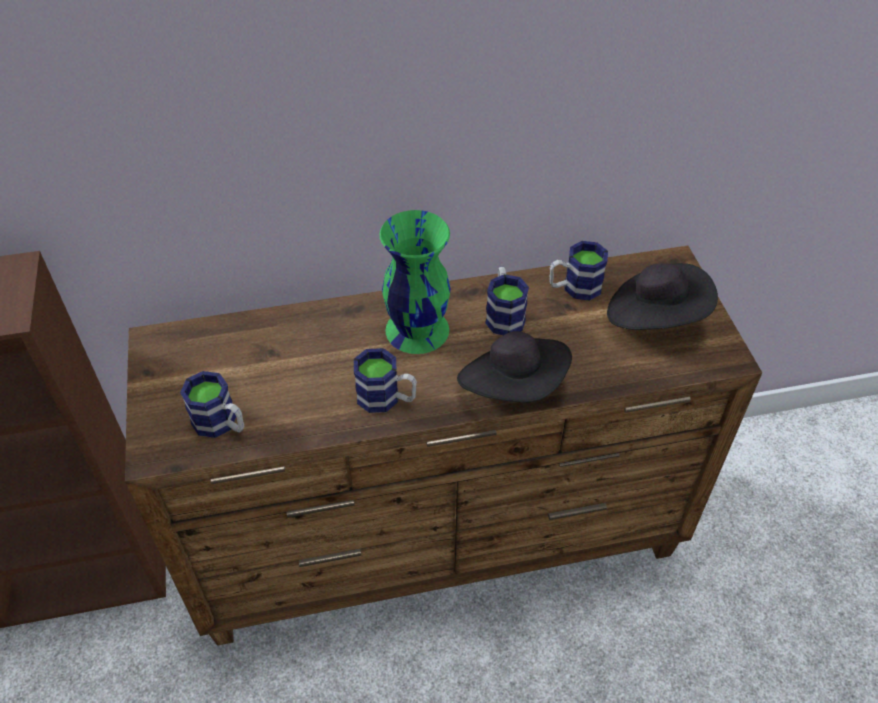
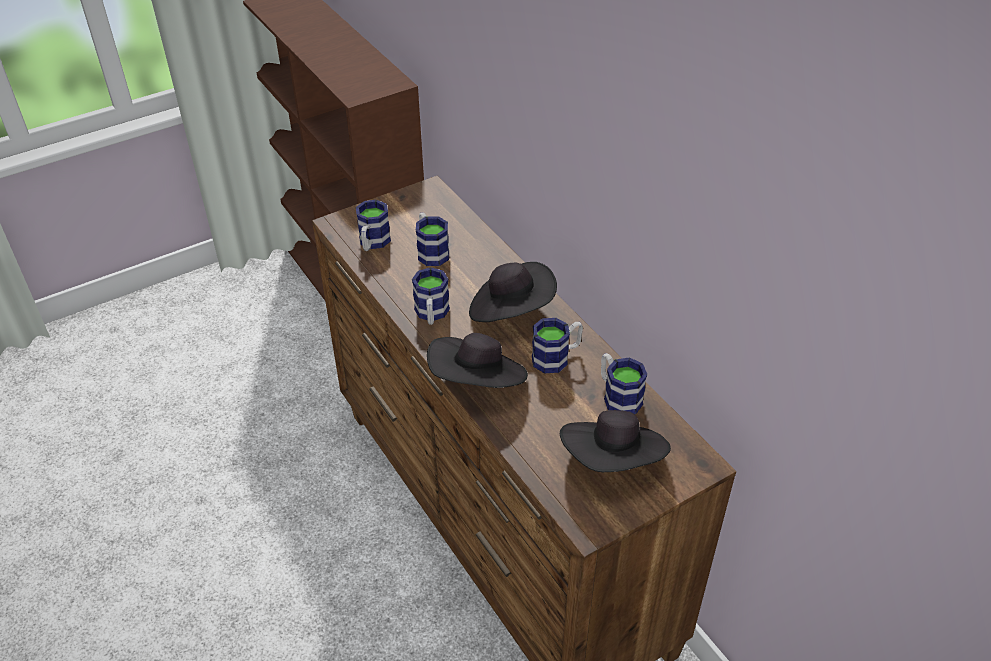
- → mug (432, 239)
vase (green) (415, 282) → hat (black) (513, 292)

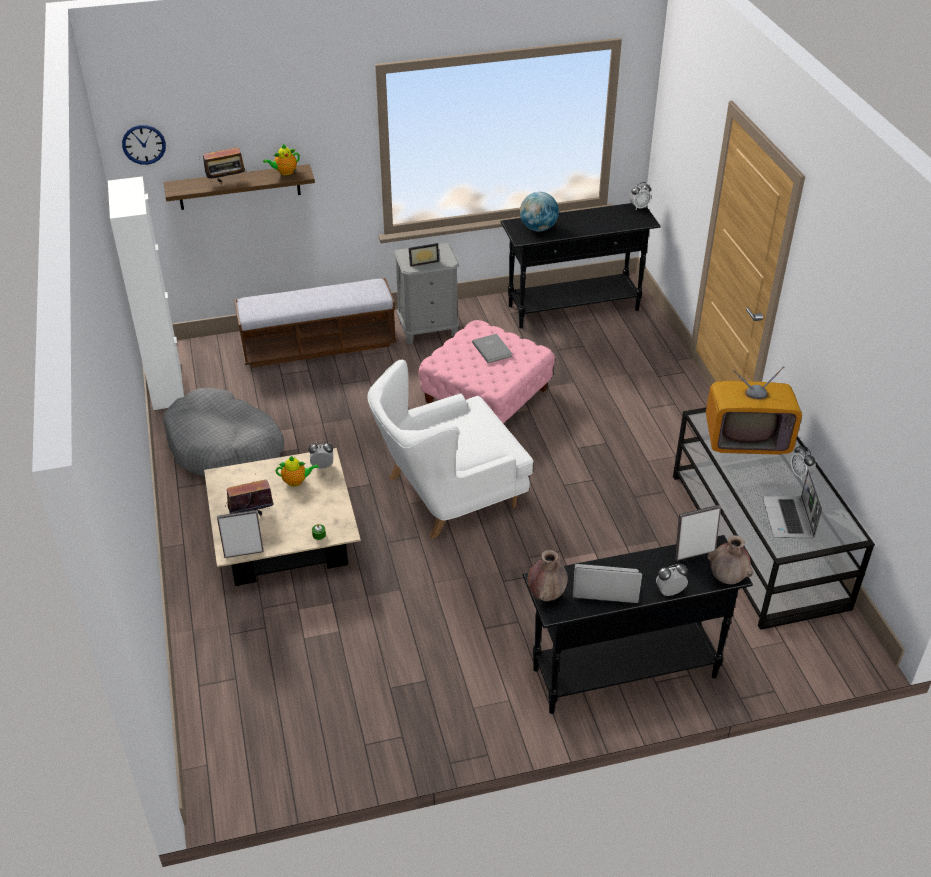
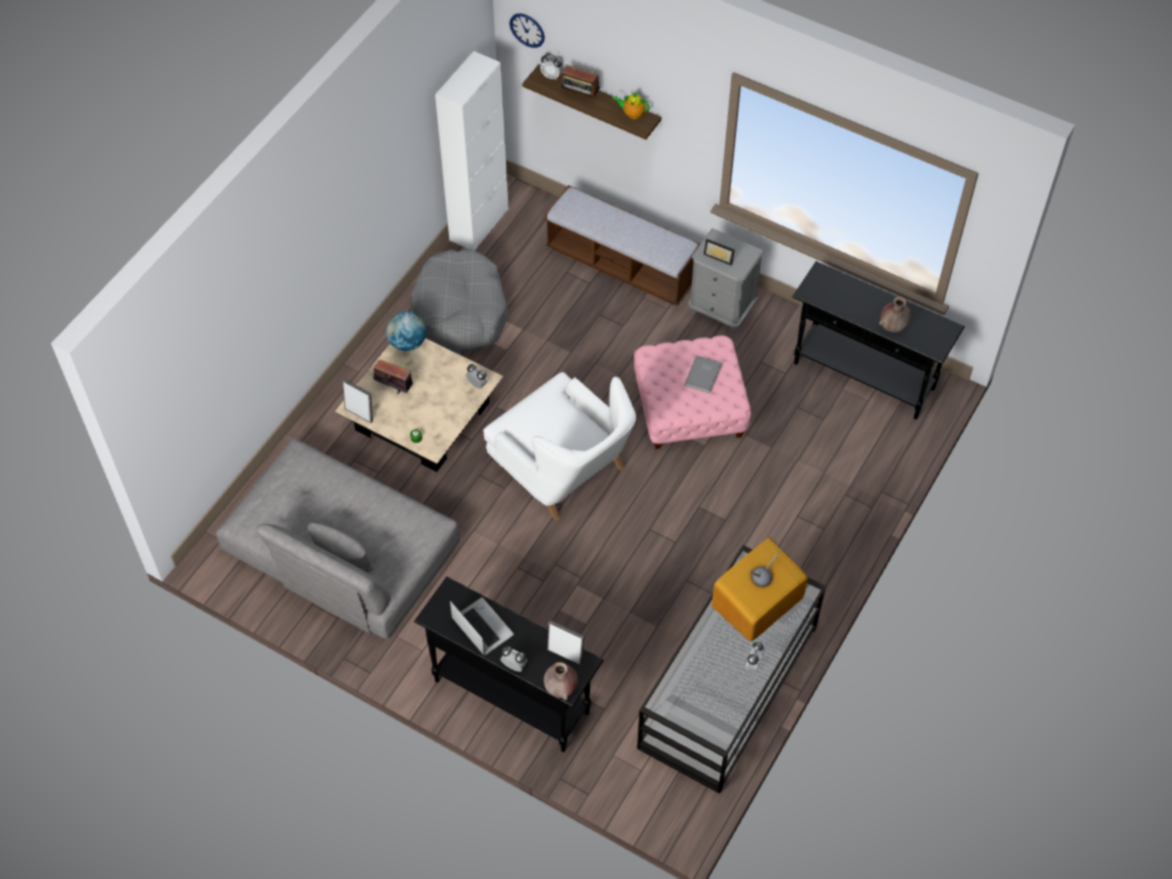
teapot (297, 471) → -
laptop (792, 503) → -
- → sofa (grey) (338, 538)
globe (539, 211) → globe (406, 331), move
vase (brown) (548, 575) → vase (brown) (895, 315), move
alarm clock (640, 195) → alarm clock (551, 67), move
armchair (white) (450, 449) → armchair (white) (559, 446), 150 degrees counterclockwise
television (754, 410) → television (760, 589), 90 degrees clockwise

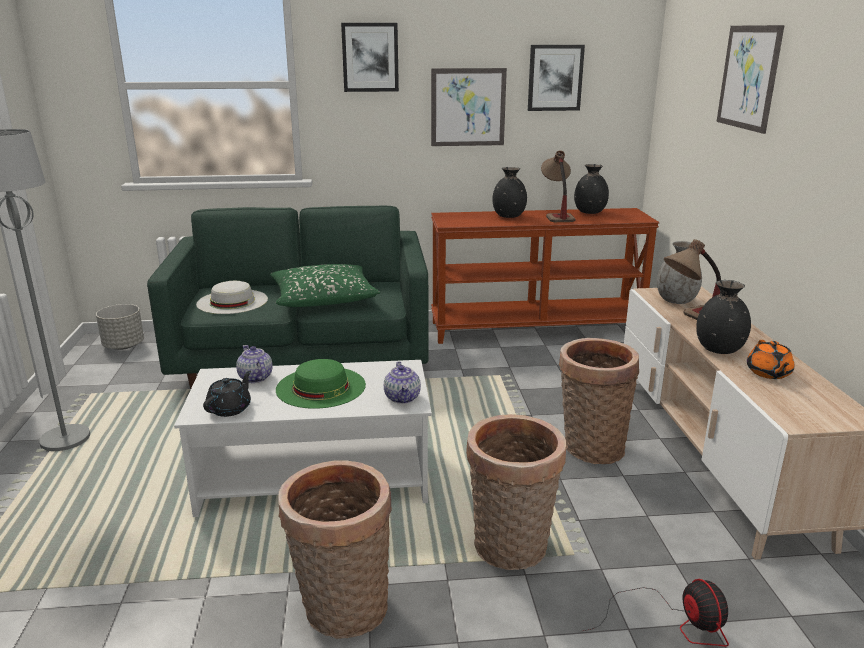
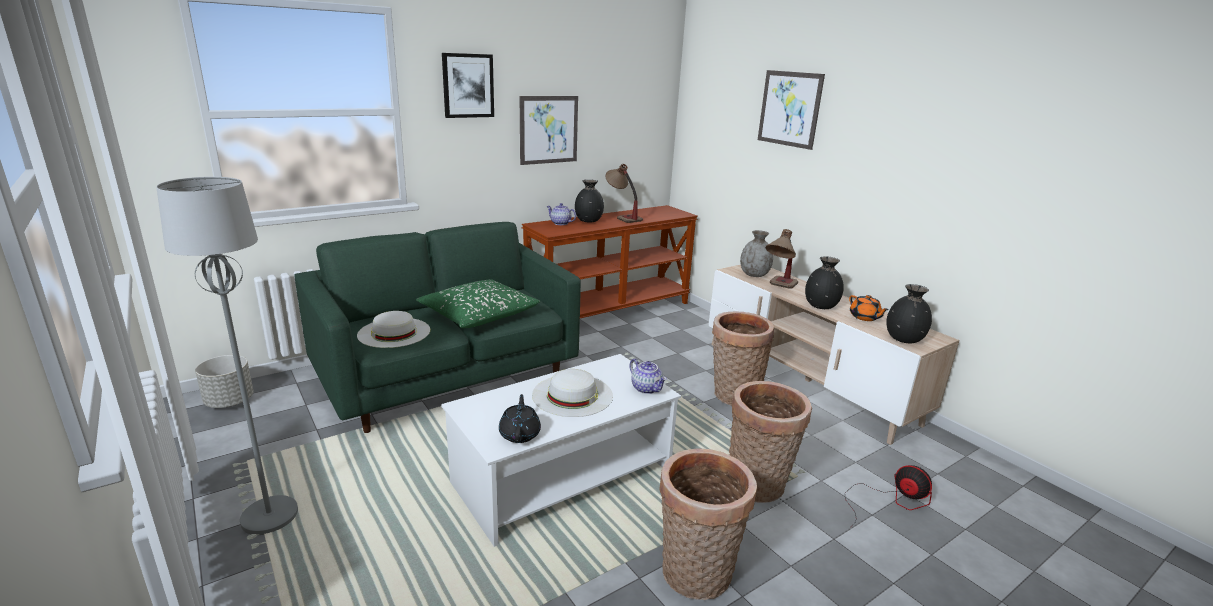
picture (556, 78) → -
teapot (254, 364) → teapot (561, 214), move
vase (black) (591, 189) → vase (black) (909, 313), move
hat (green) (321, 384) → hat (white) (572, 393)

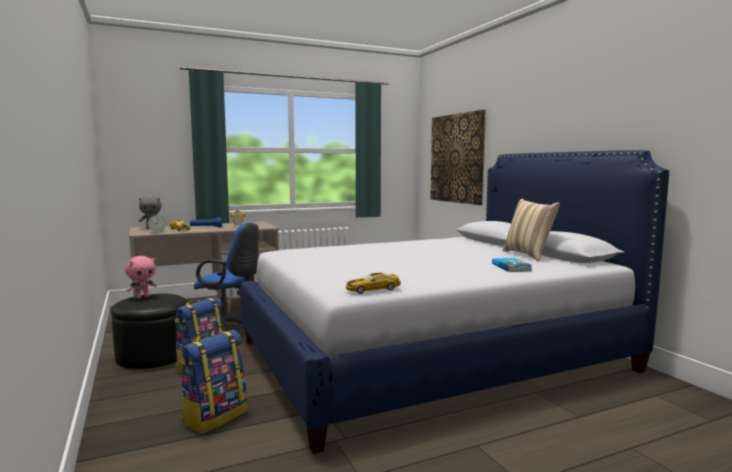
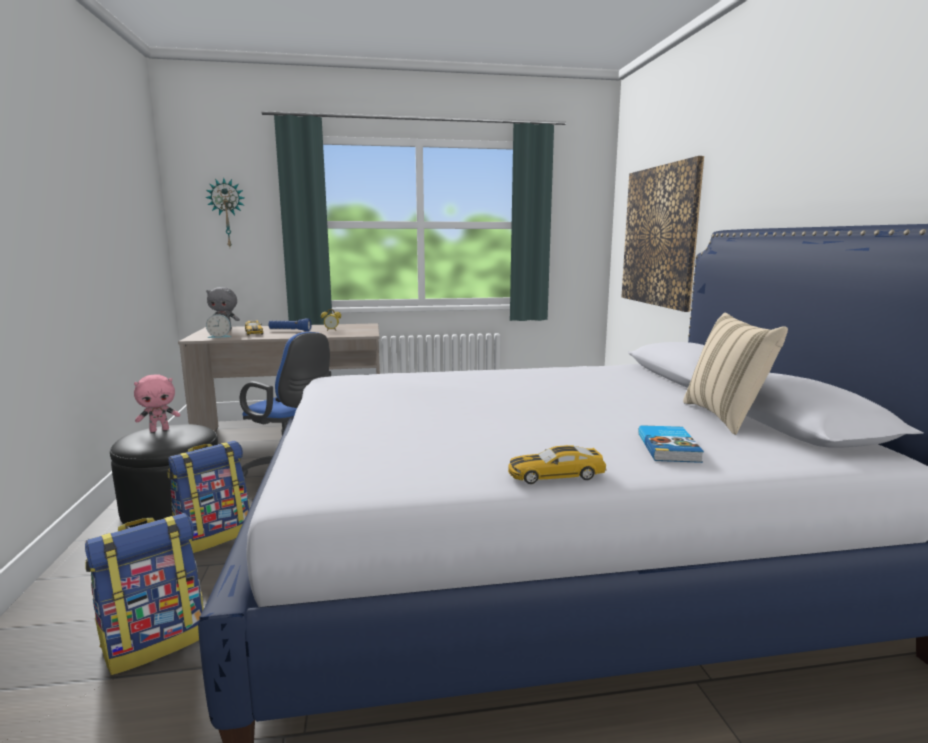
- → wall clock (224, 212)
toy car (373, 283) → toy car (557, 464), move

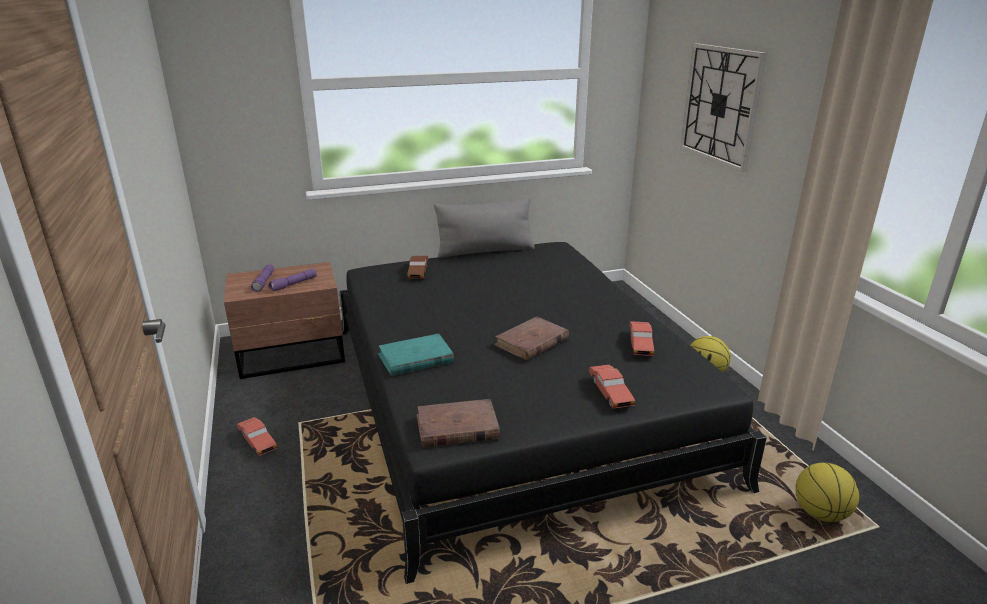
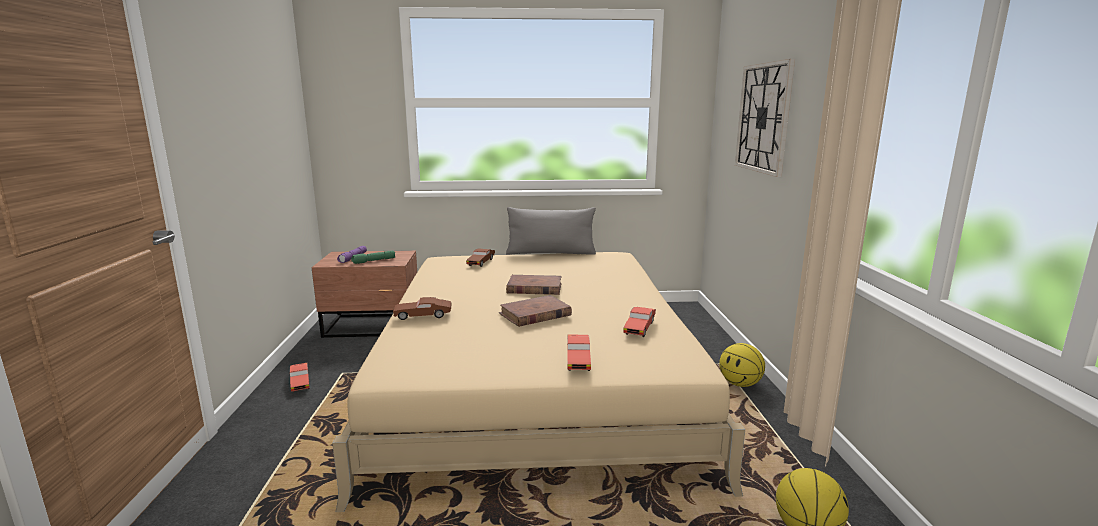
book (brown) (458, 423) → book (brown) (534, 285), move
book (turquoise) (416, 354) → toy car (brown) (422, 308)
flashlight (purple) (292, 280) → flashlight (green) (373, 257)
bed (black) (553, 413) → bed (beige) (538, 382)

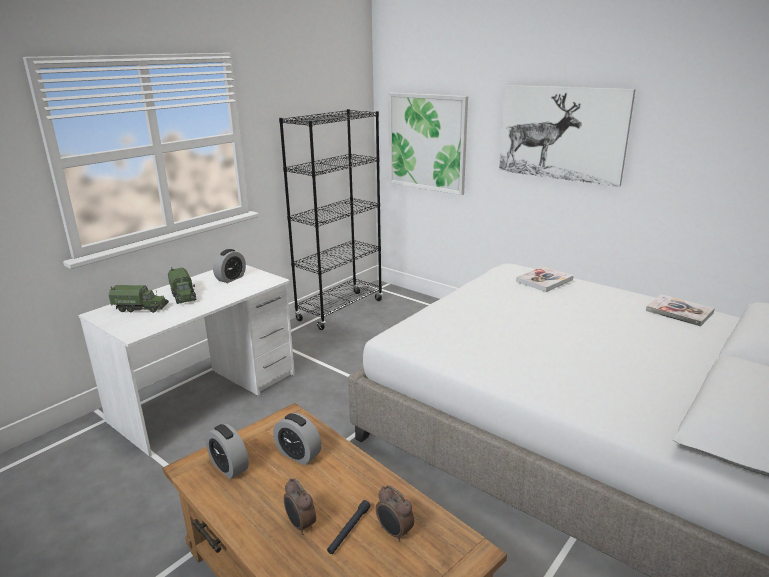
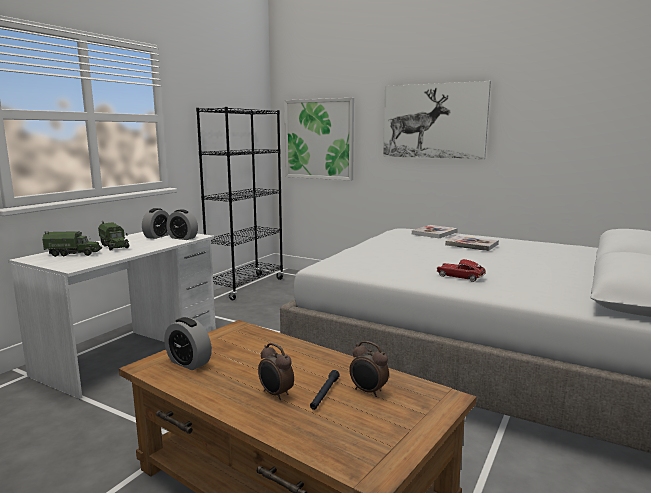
- → toy car (461, 270)
alarm clock (297, 439) → alarm clock (182, 224), move
book (680, 310) → book (472, 243), move

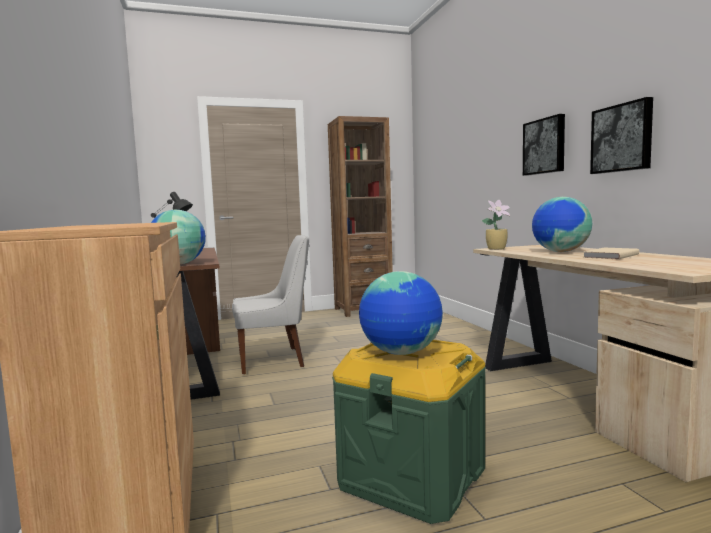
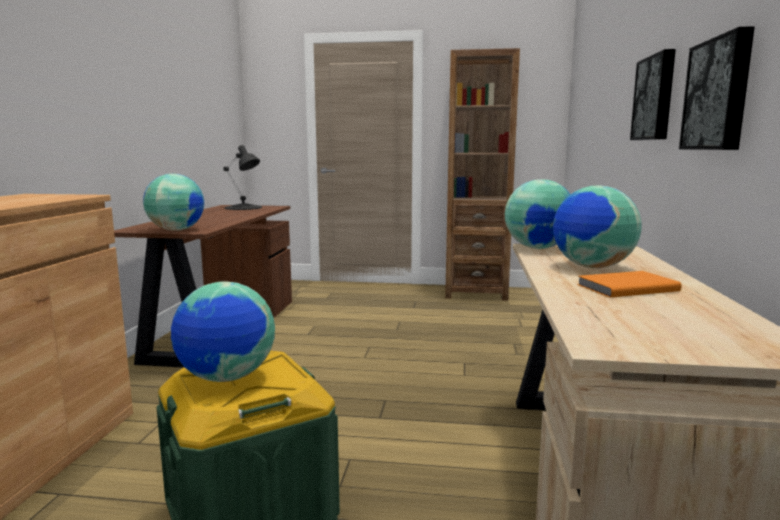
chair (white) (270, 304) → -
potted plant (496, 225) → globe (538, 214)
book (beige) (611, 253) → book (orange) (629, 284)

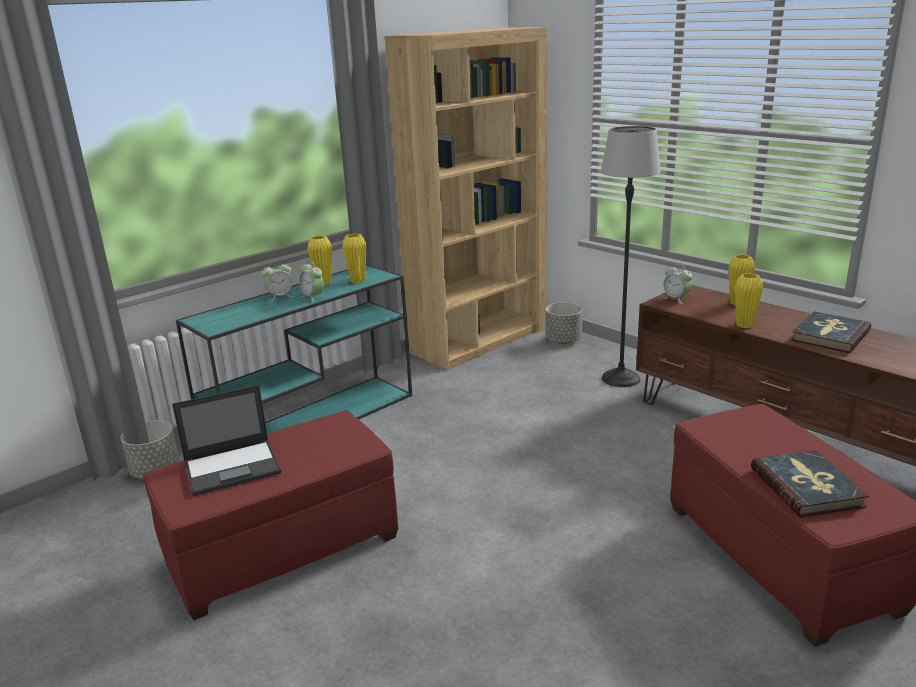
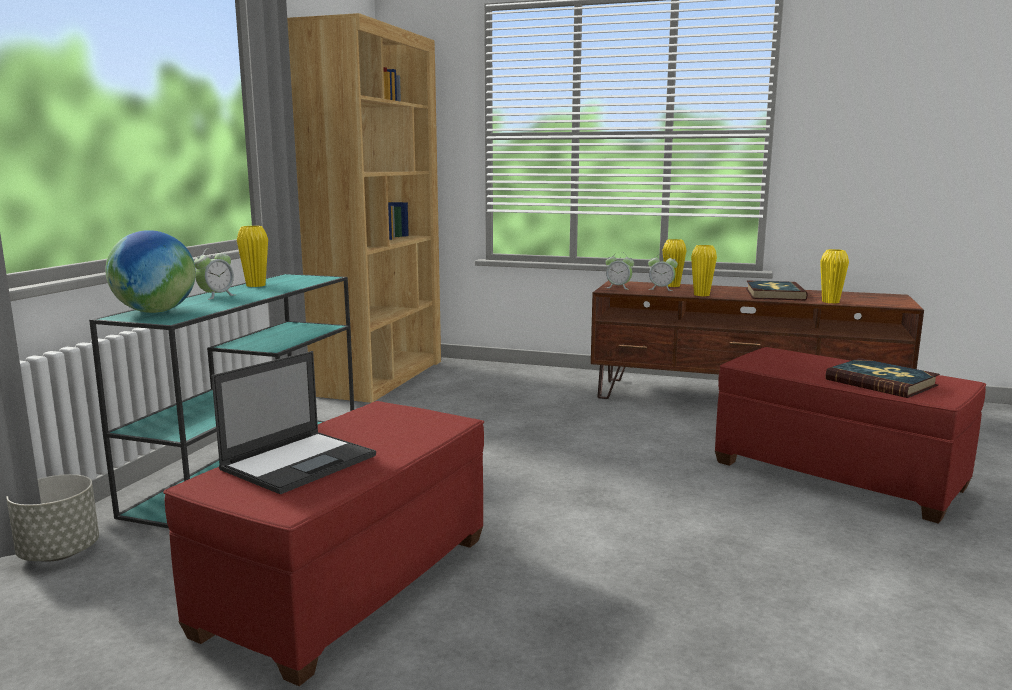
planter (grey) (564, 323) → -
floor lamp (631, 256) → -
- → globe (150, 271)
alarm clock (311, 281) → alarm clock (663, 272), move
vase (yellow) (354, 258) → vase (yellow) (834, 276), move

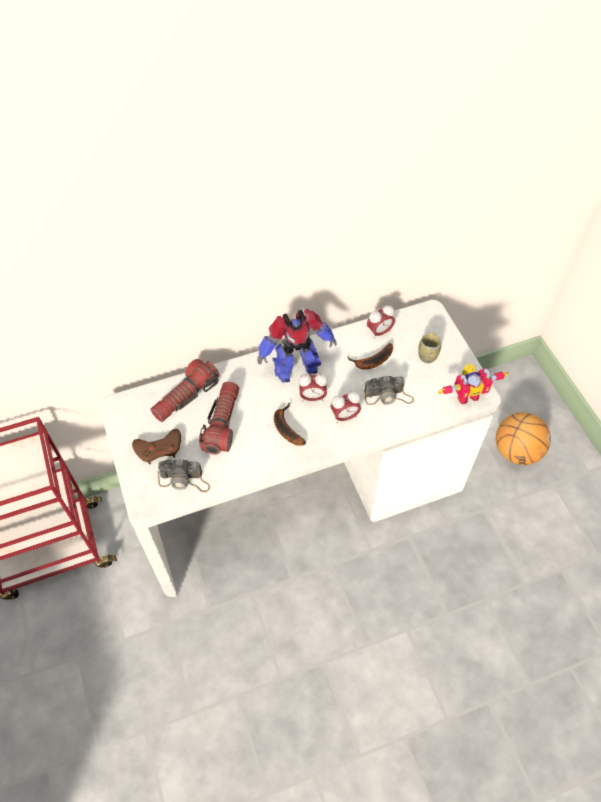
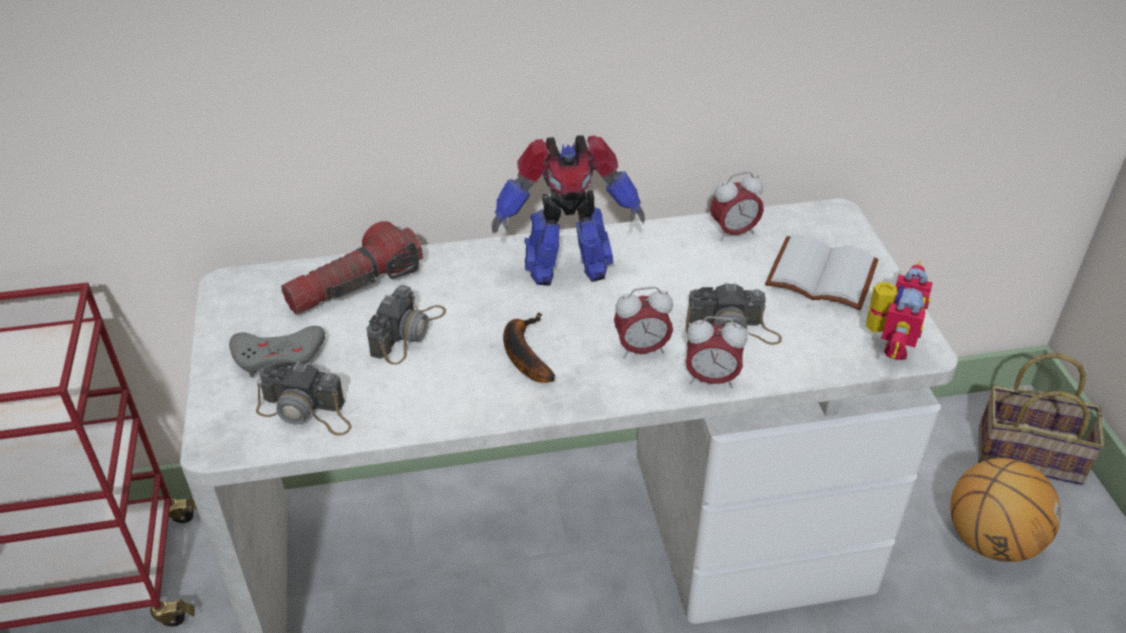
banana (370, 356) → -
- → basket (1041, 419)
alarm clock (313, 387) → alarm clock (716, 352), move
flashlight (219, 418) → photo camera (406, 325)
cup (429, 347) → book (white) (821, 272)
game controller (brown) (156, 446) → game controller (grey) (277, 351)
toy robot (473, 384) → toy robot (899, 310), 60 degrees counterclockwise

